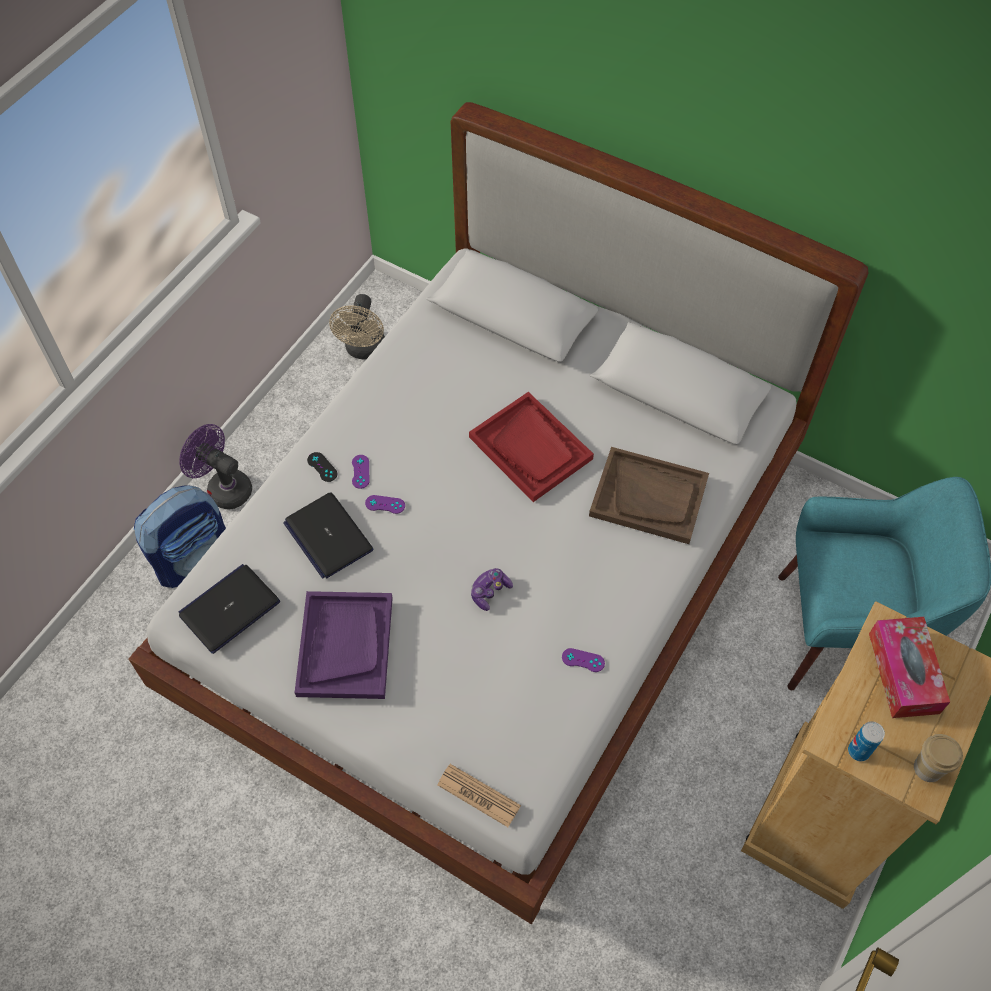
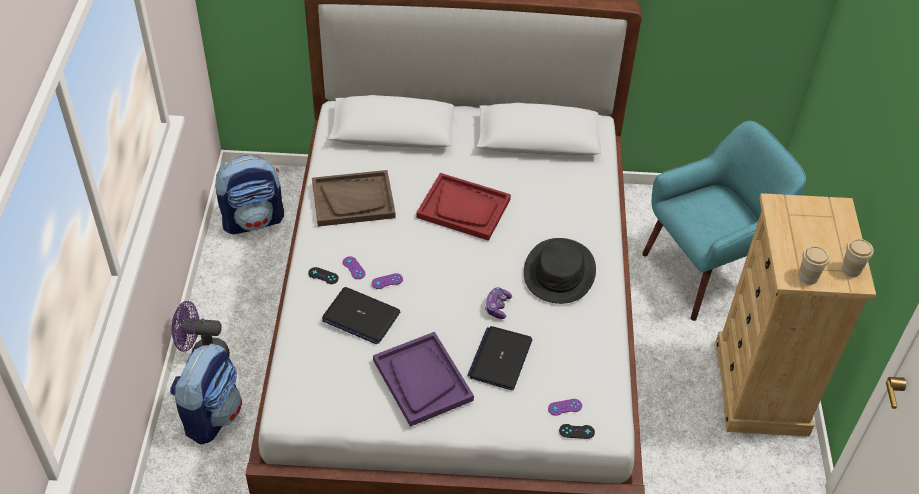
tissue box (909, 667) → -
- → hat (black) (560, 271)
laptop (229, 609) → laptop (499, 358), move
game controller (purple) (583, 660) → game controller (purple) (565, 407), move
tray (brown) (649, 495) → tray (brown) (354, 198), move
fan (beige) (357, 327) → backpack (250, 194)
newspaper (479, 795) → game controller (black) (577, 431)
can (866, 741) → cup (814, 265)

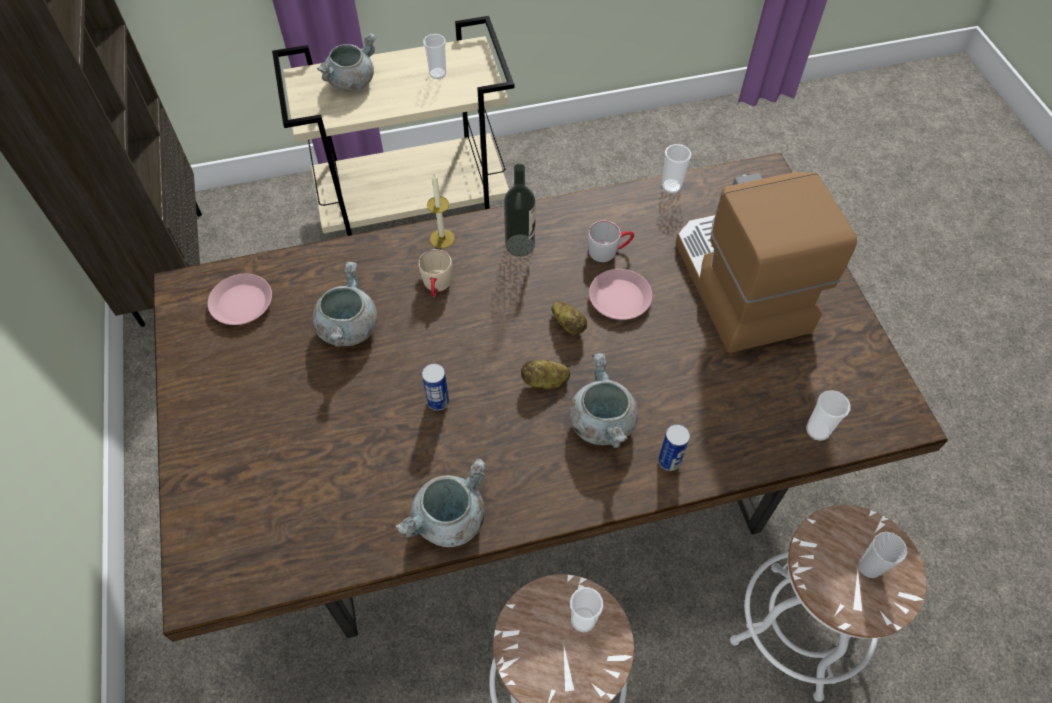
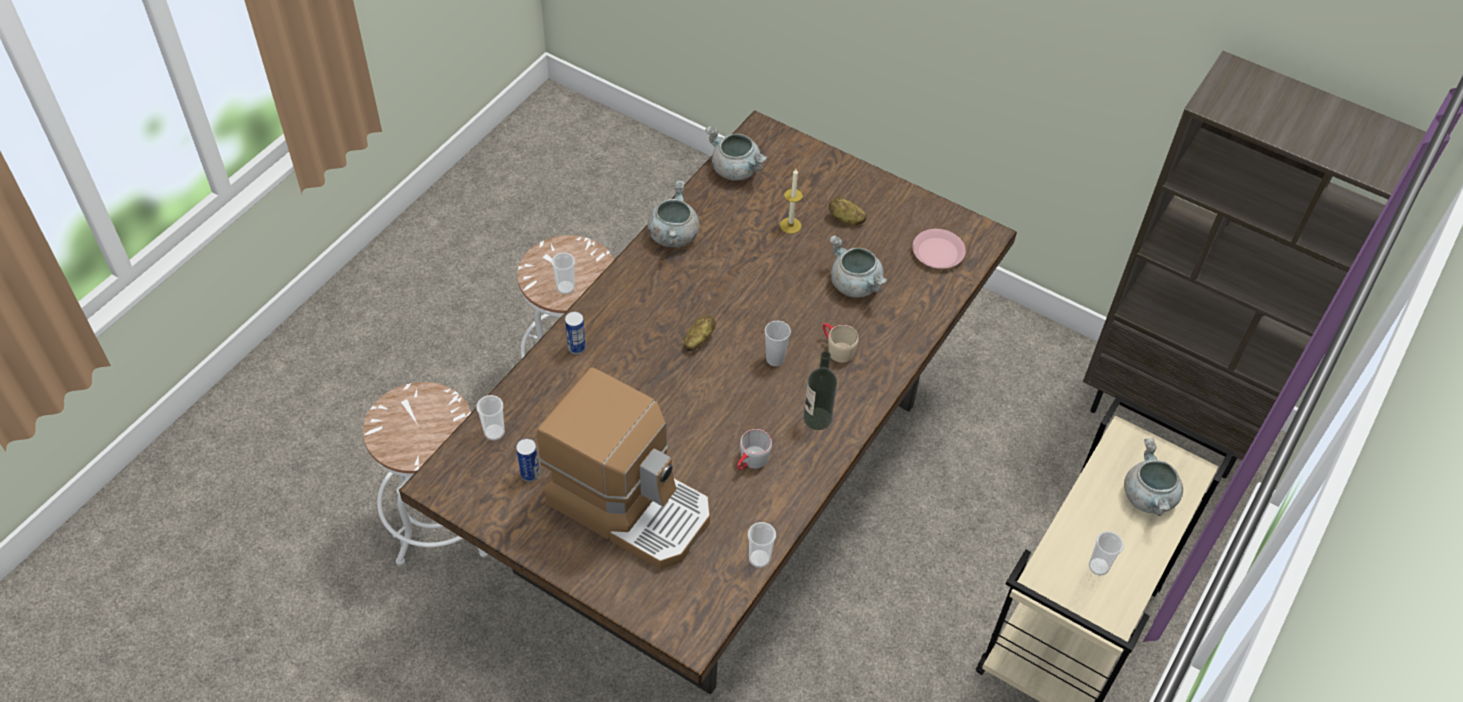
plate (pink) (620, 294) → -
can (435, 387) → can (528, 460), move
candle (441, 211) → candle (791, 201), move
potato (569, 319) → potato (847, 211), move
cooking pot (grey) (603, 400) → cooking pot (grey) (736, 153), move
cup (883, 555) → cup (778, 343), move

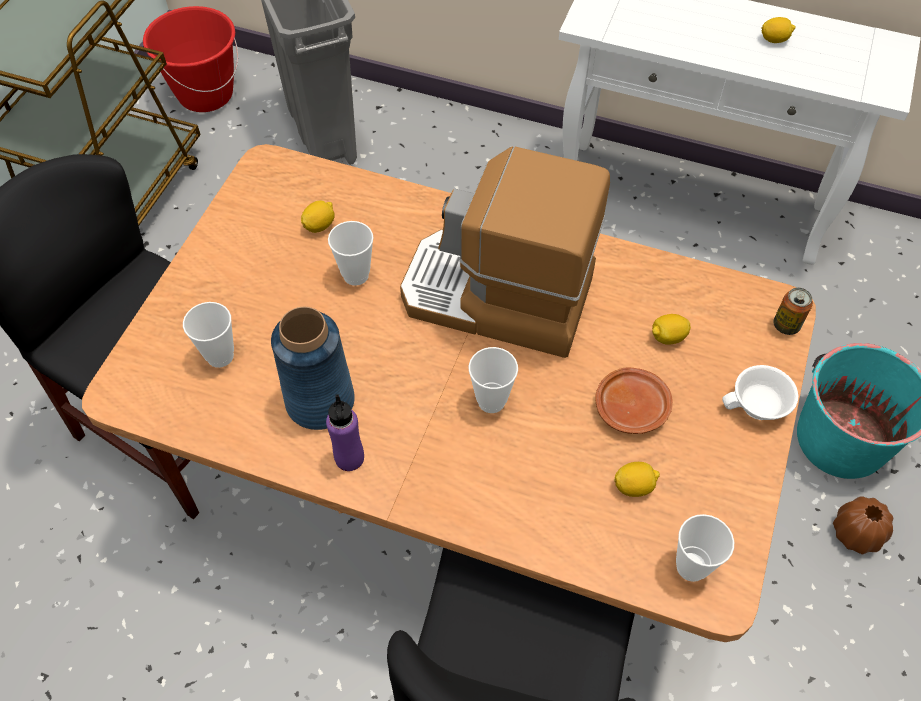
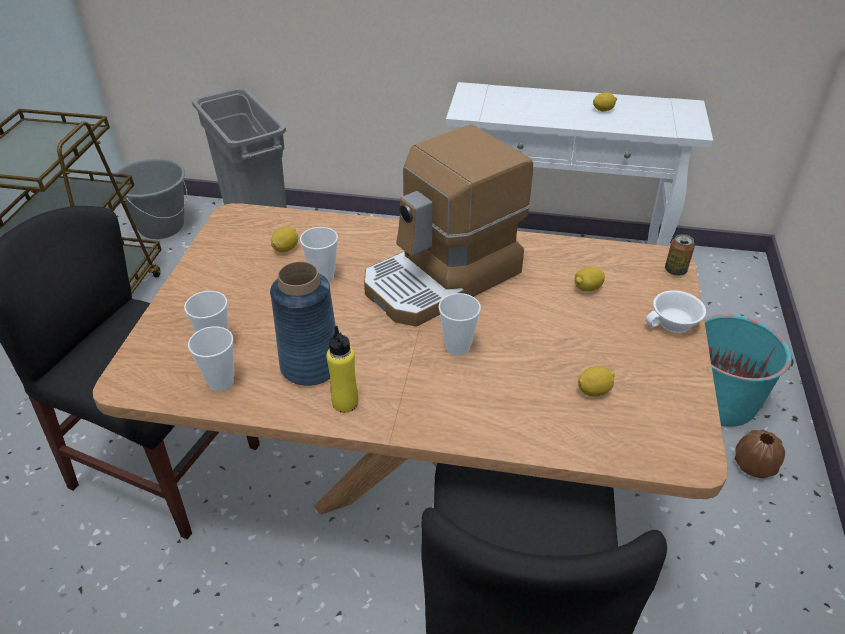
plate (brown) (634, 401) → -
cup (705, 548) → cup (211, 359), move
bucket (red) (190, 59) → bucket (grey) (148, 198)
bottle (purple) (345, 432) → bottle (yellow) (342, 369)
coffee machine (505, 252) → coffee machine (448, 225), 45 degrees counterclockwise

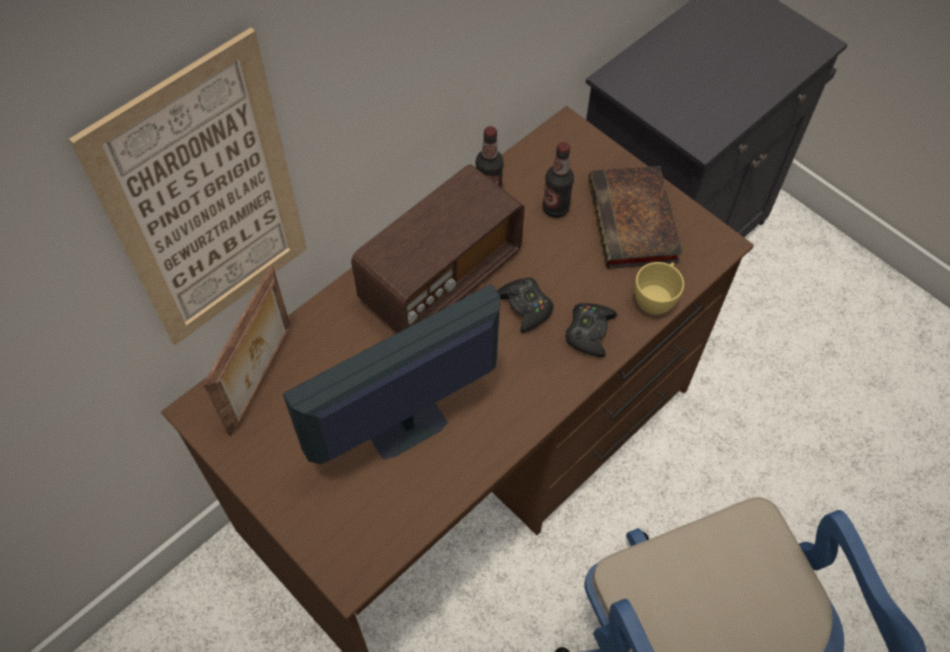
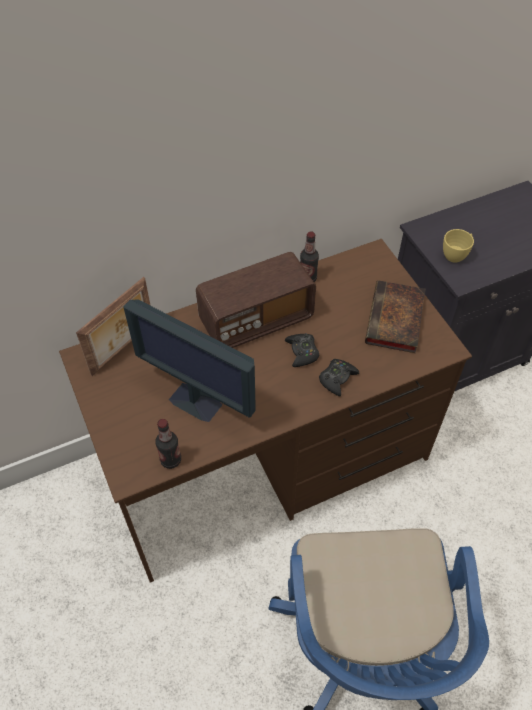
picture (188, 186) → -
bottle (558, 180) → bottle (168, 444), move
cup (yellow) (659, 288) → cup (yellow) (458, 246), move
monitor (391, 374) → monitor (189, 360), 135 degrees counterclockwise

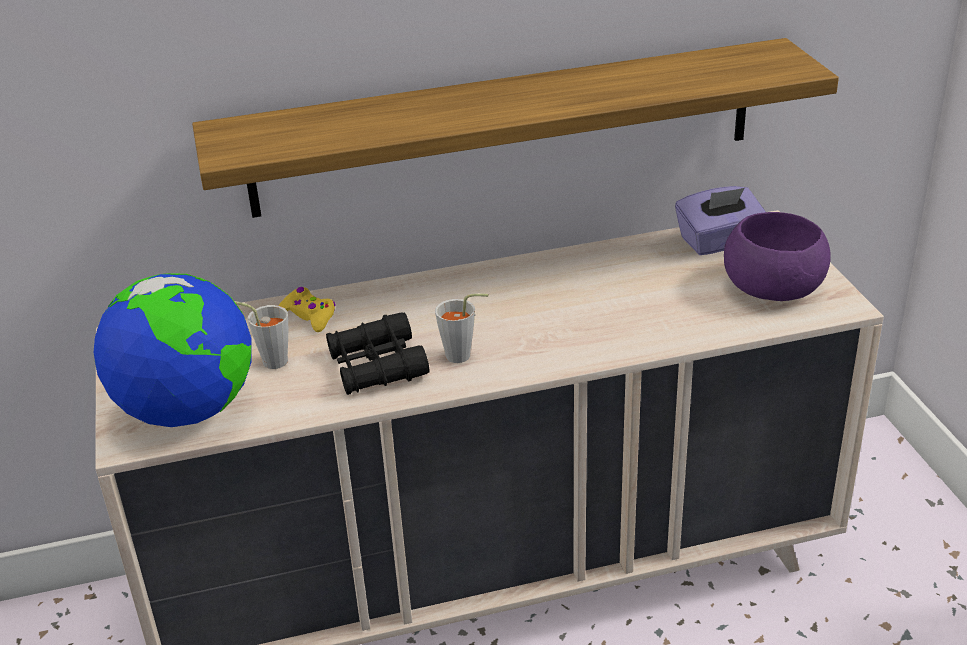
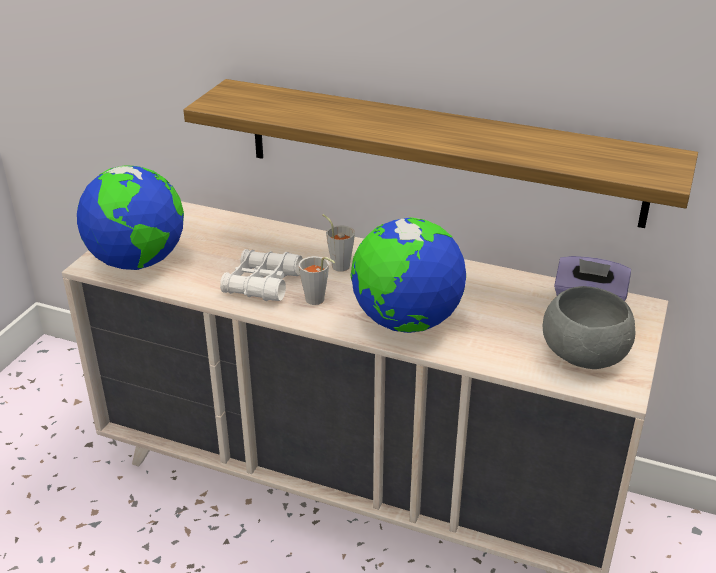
game controller (yellow) (307, 309) → -
- → globe (408, 275)
cup (grey) (261, 335) → cup (grey) (338, 243), move
binoculars (black) (378, 353) → binoculars (white) (261, 275)
bowl (purple) (777, 256) → bowl (grey) (589, 327)

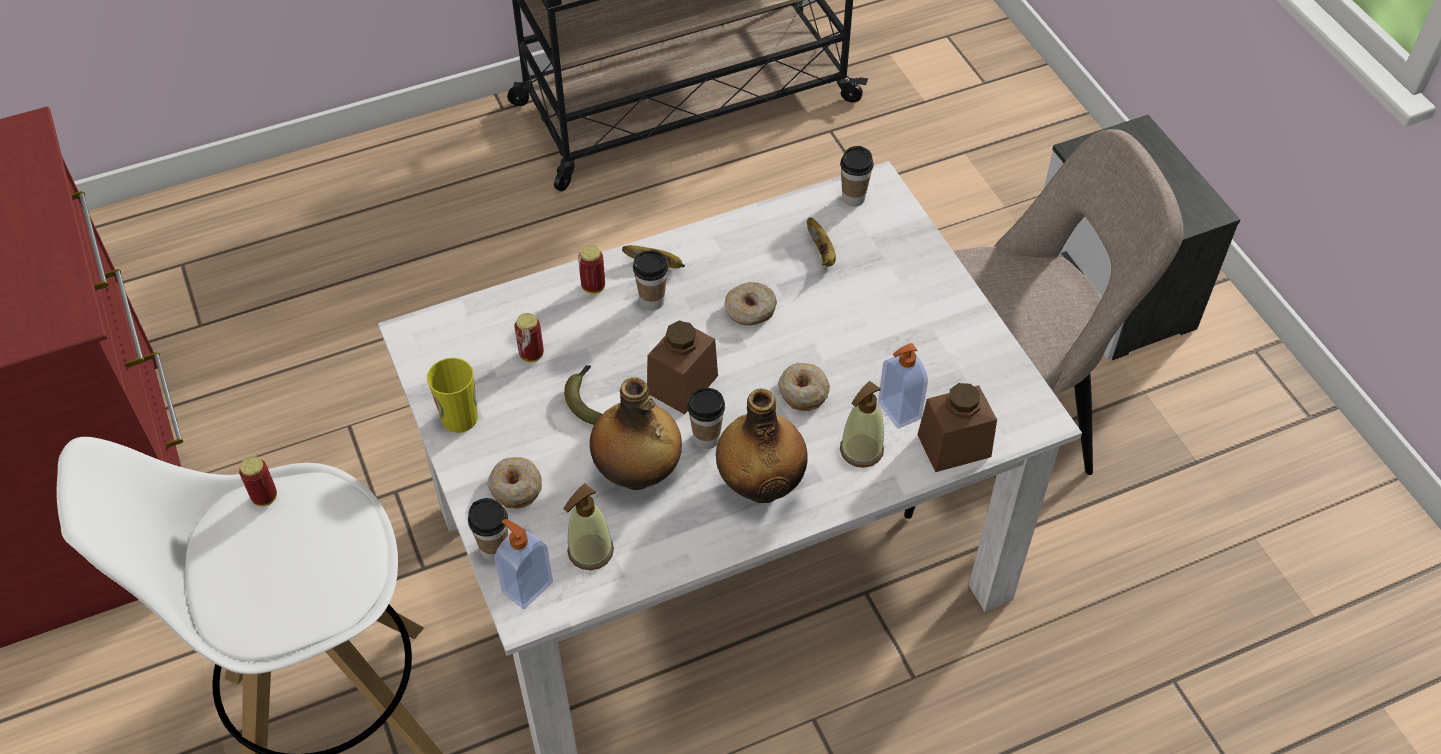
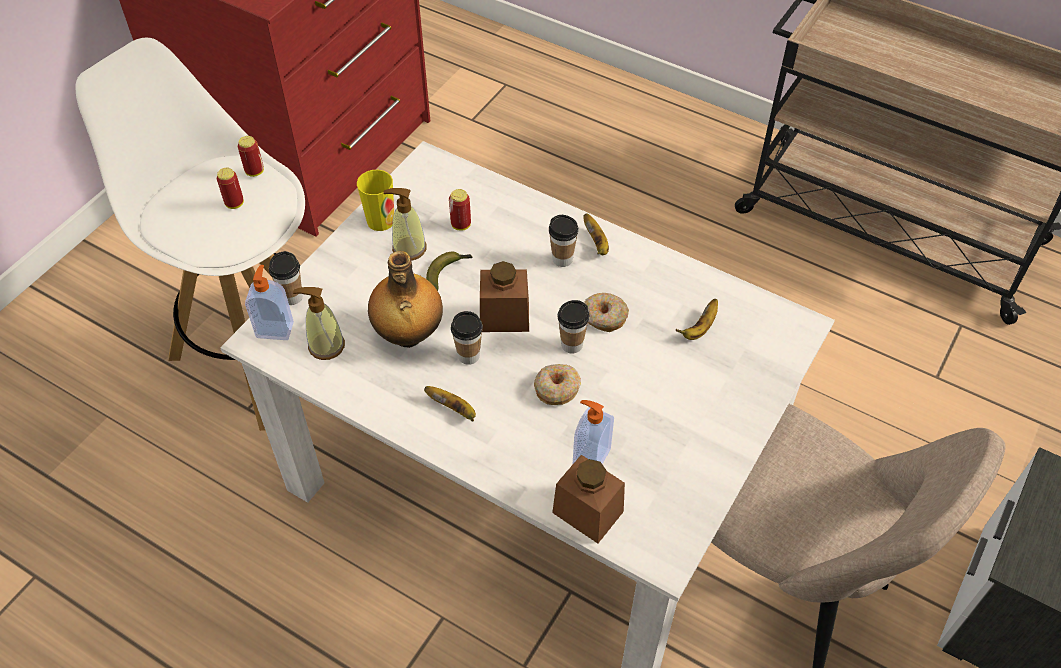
donut (514, 483) → -
can (591, 269) → can (230, 188), move
cup (857, 176) → cup (573, 326), move
soap dispenser (862, 424) → soap dispenser (405, 224), move
bottle (762, 446) → banana (450, 404)

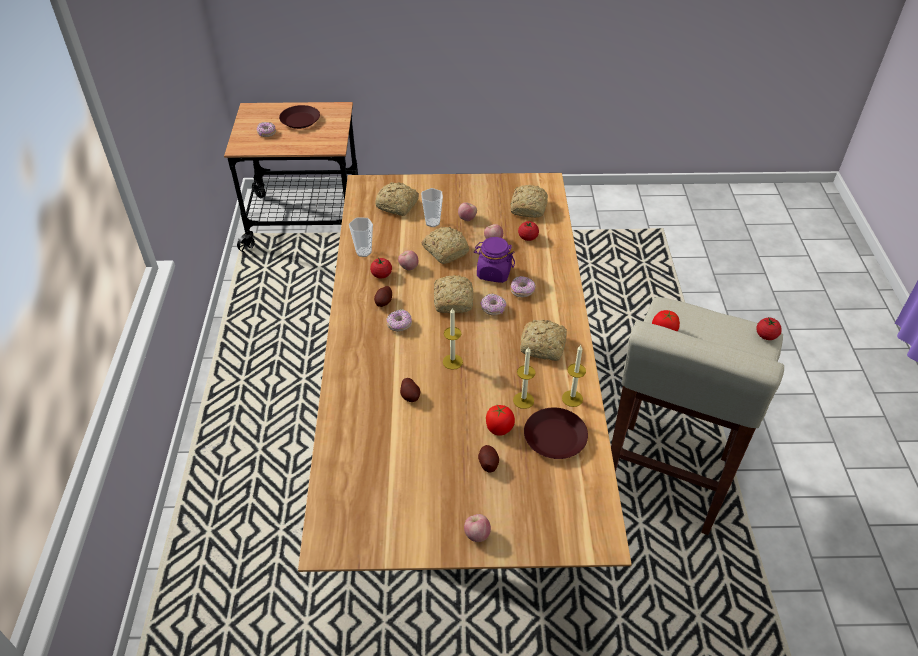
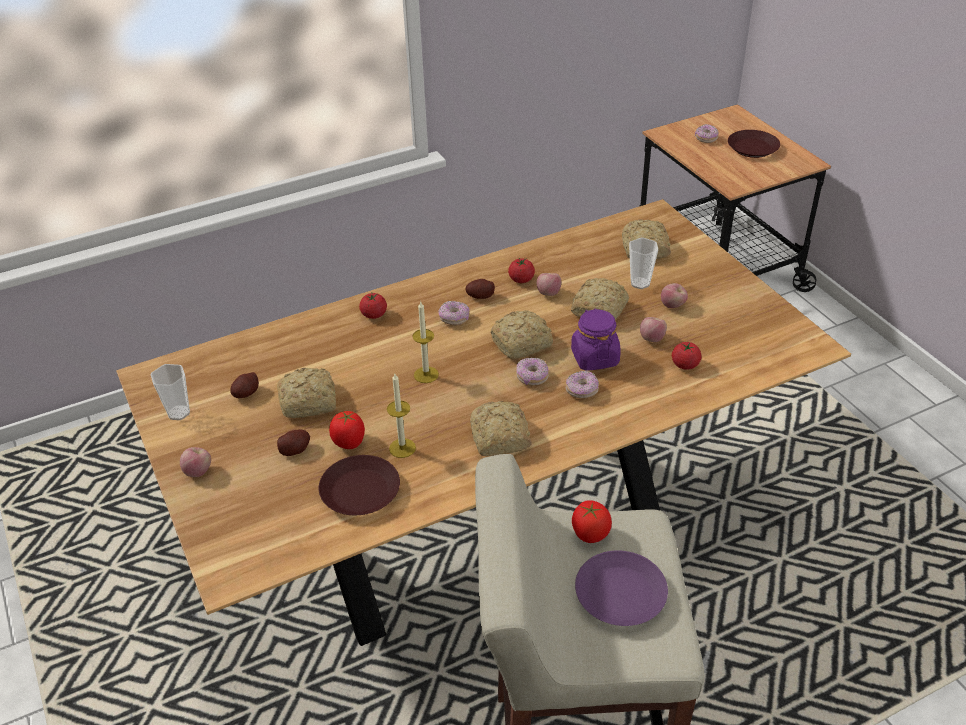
candle (574, 376) → -
- → plate (purple) (621, 588)
cup (361, 237) → cup (170, 392), move
potato (410, 390) → potato (244, 385), move
bread (529, 201) → bread (306, 393), move
tomato (769, 328) → tomato (373, 306), move

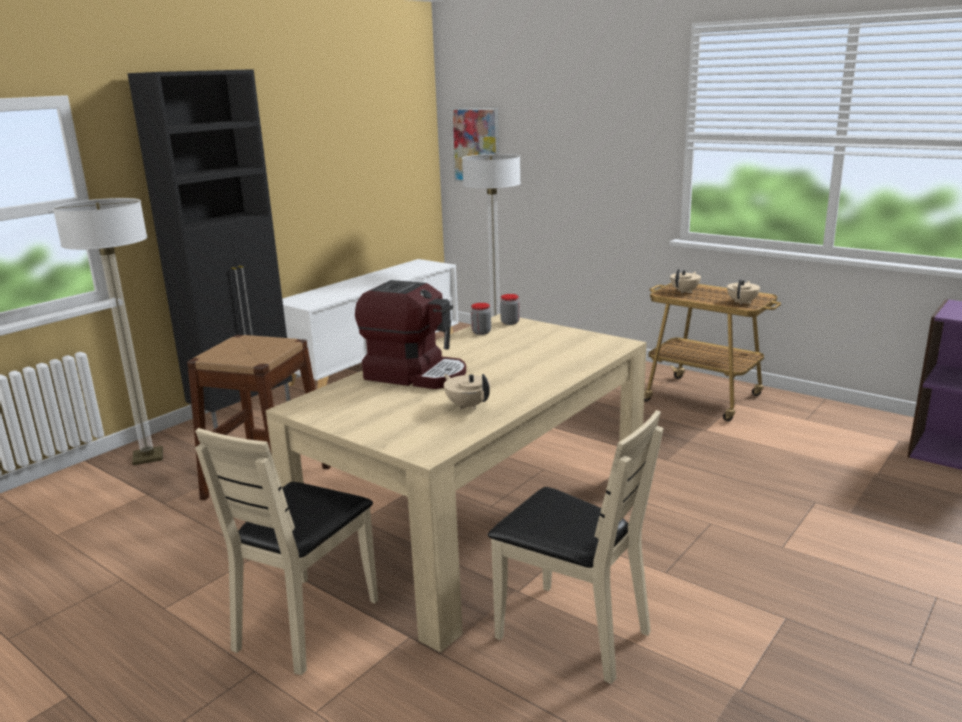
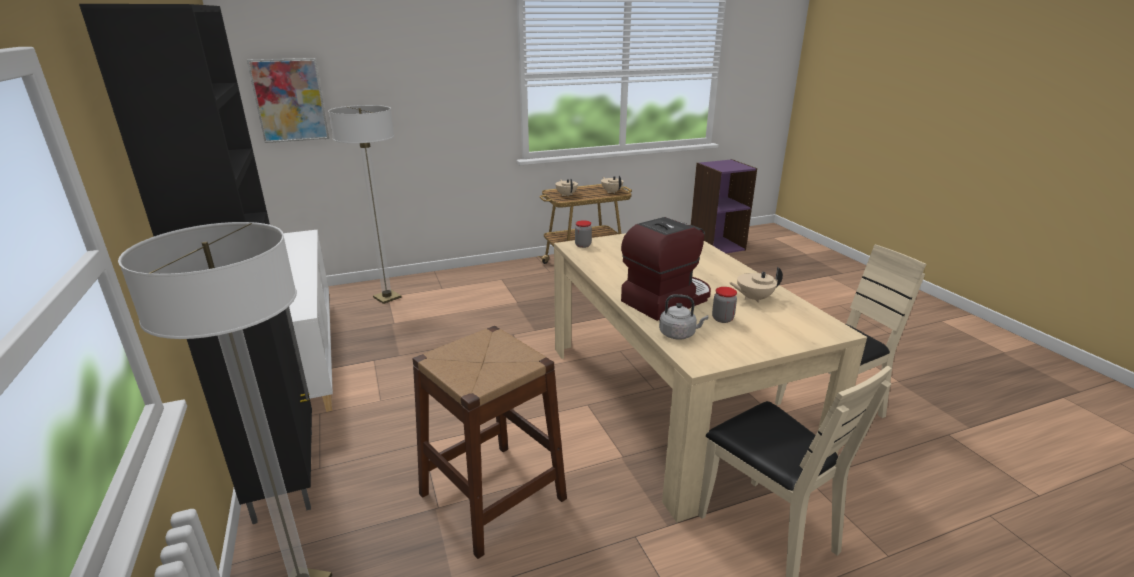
- → kettle (grey) (683, 316)
jar (481, 319) → jar (724, 305), move

